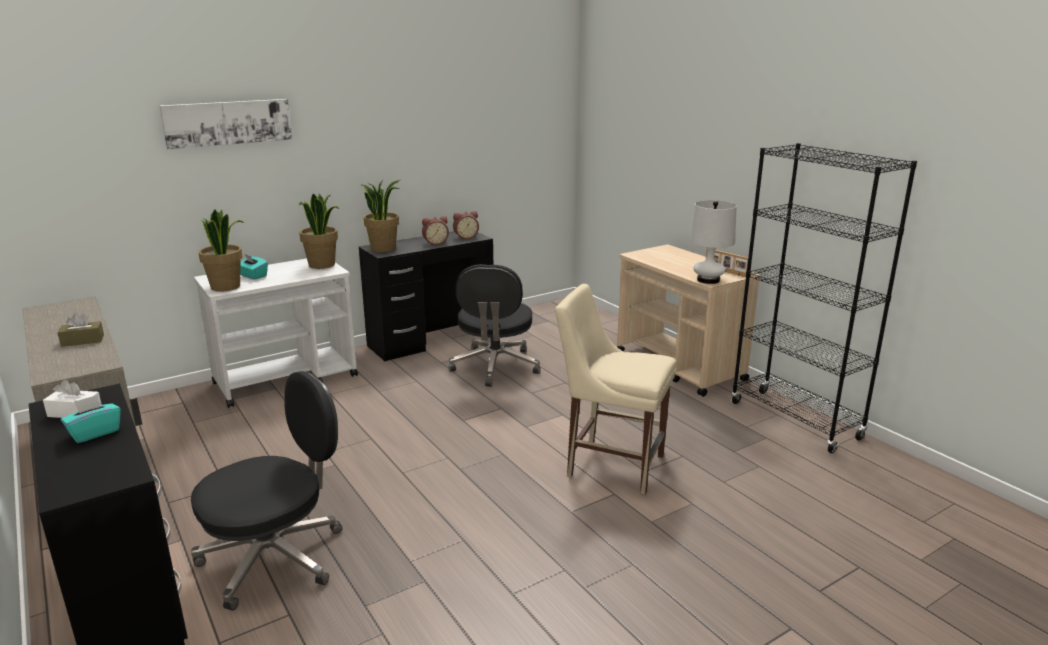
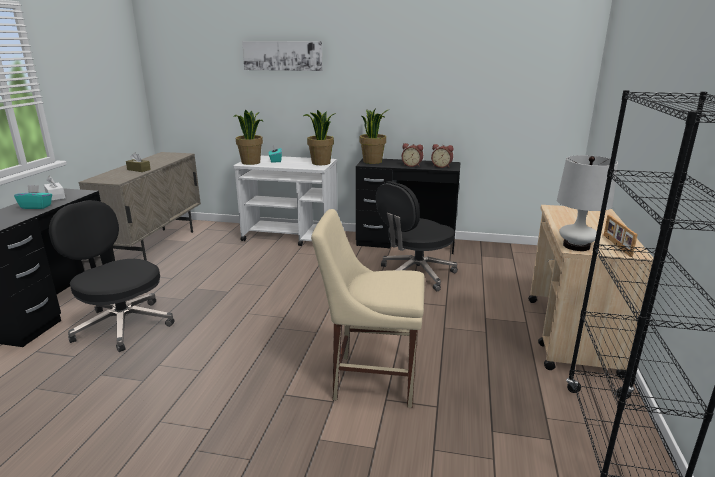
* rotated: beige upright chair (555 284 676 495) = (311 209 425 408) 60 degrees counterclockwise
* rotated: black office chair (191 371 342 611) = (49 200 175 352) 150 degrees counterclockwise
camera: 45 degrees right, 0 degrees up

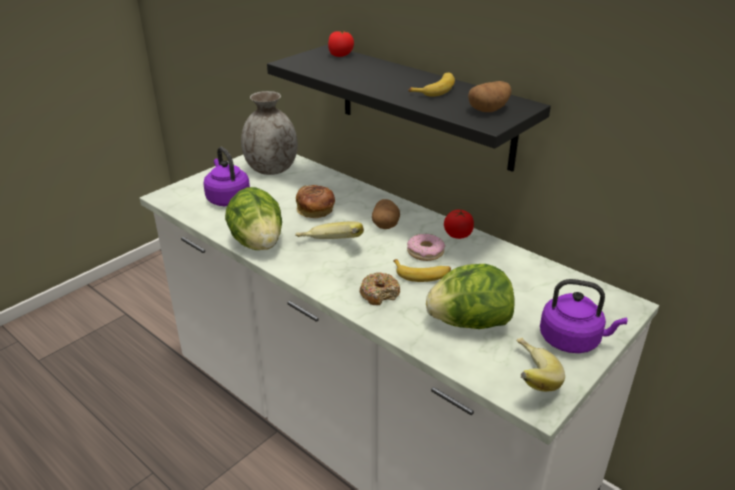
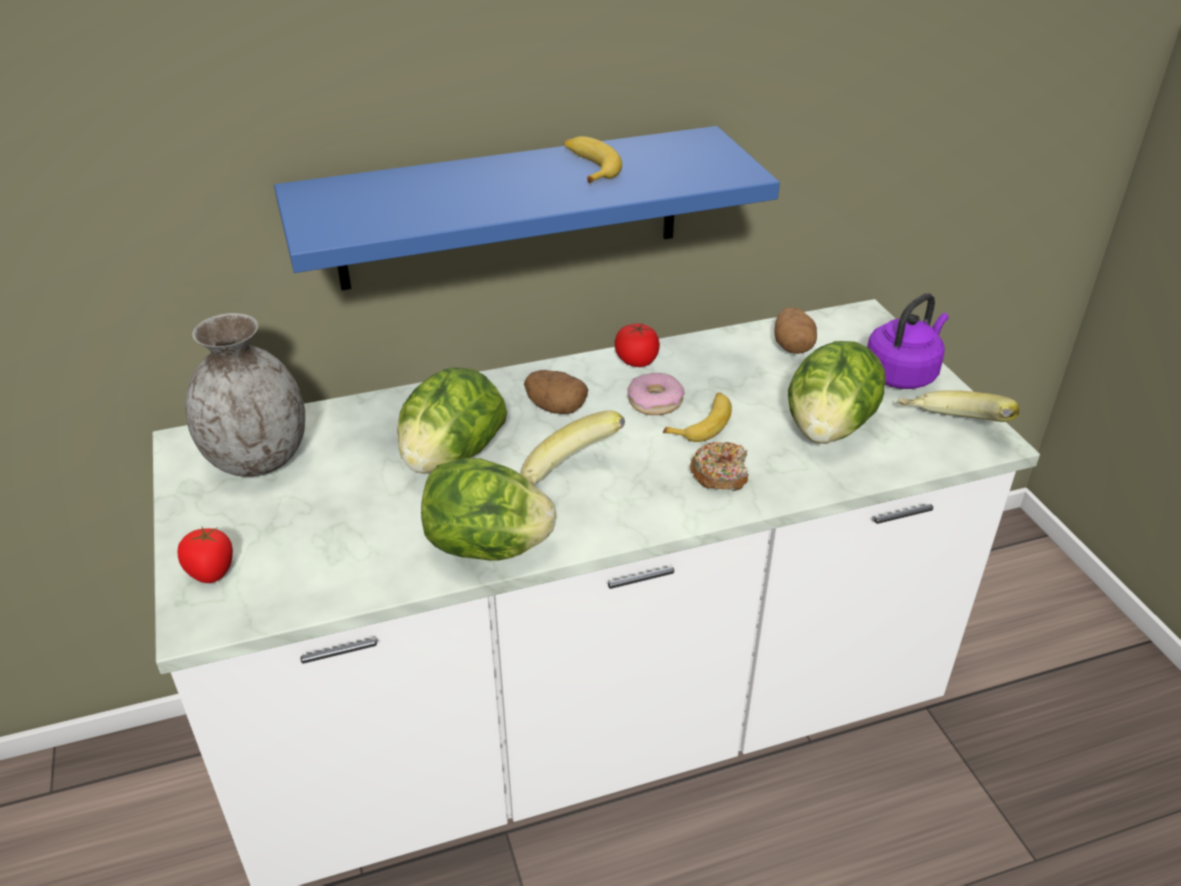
* shifted: tomato (328 31 354 57) to (178 527 233 583)
* repainted: black bracket shelf (267 45 551 172) to blue bracket shelf (274 126 780 291)
* shifted: whole potato (468 81 512 112) to (774 307 817 354)
* gone: purple-coloured tea kettle (203 147 250 206)
* swapped: bread (296 185 335 218) to lettuce head (397 367 507 474)
camera: 60 degrees left, 5 degrees up

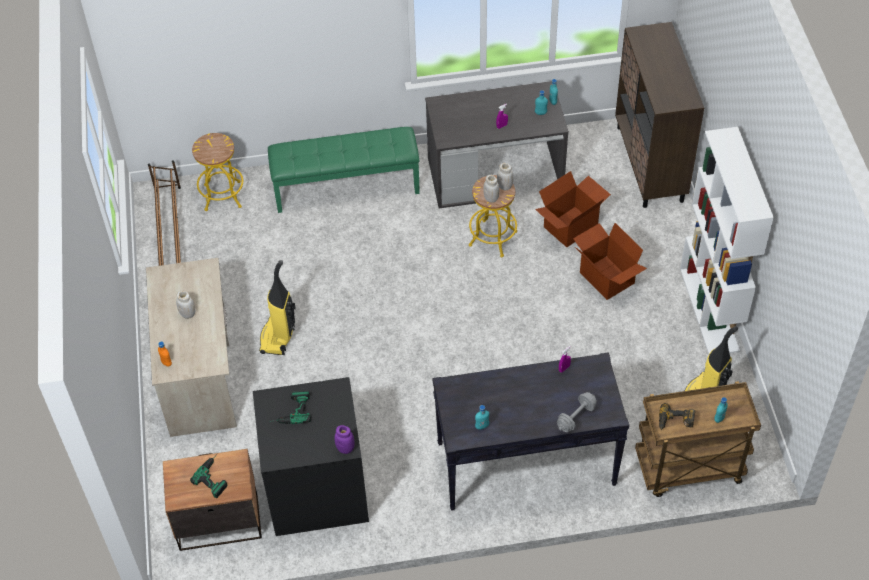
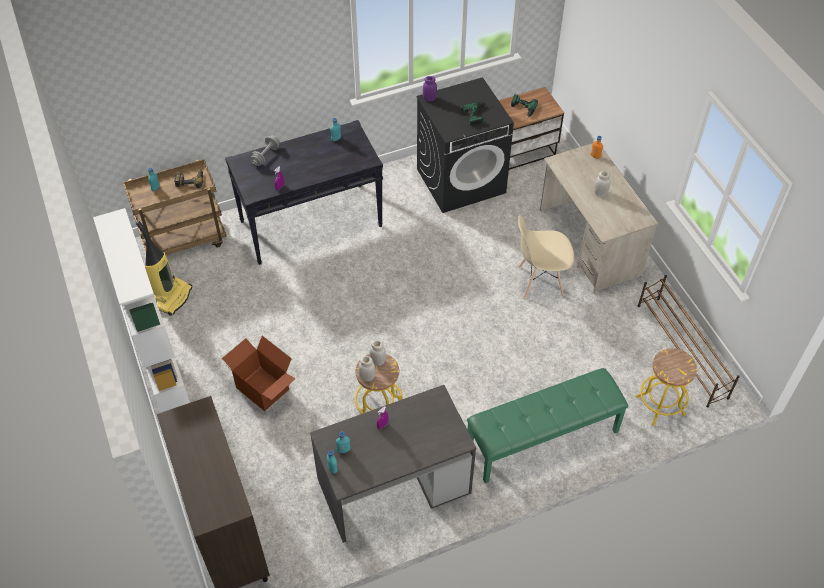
* gone: packing box (535 171 611 247)
* swapped: vacuum cleaner (259 260 296 355) to beige upright chair (518 215 574 299)
camera: 165 degrees right, 0 degrees up

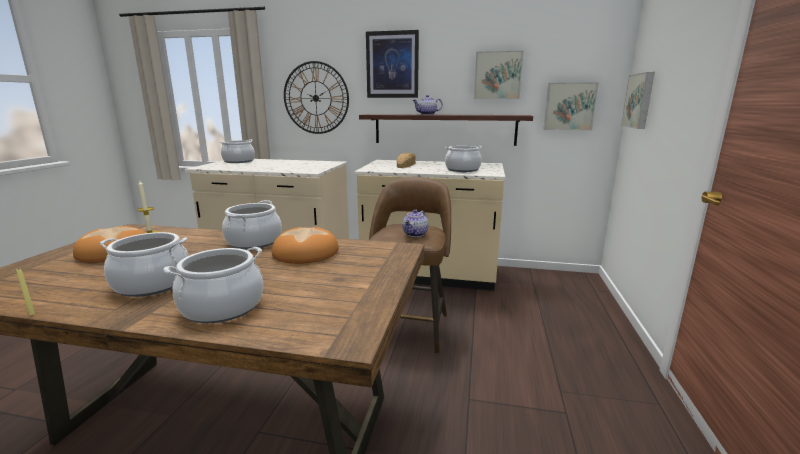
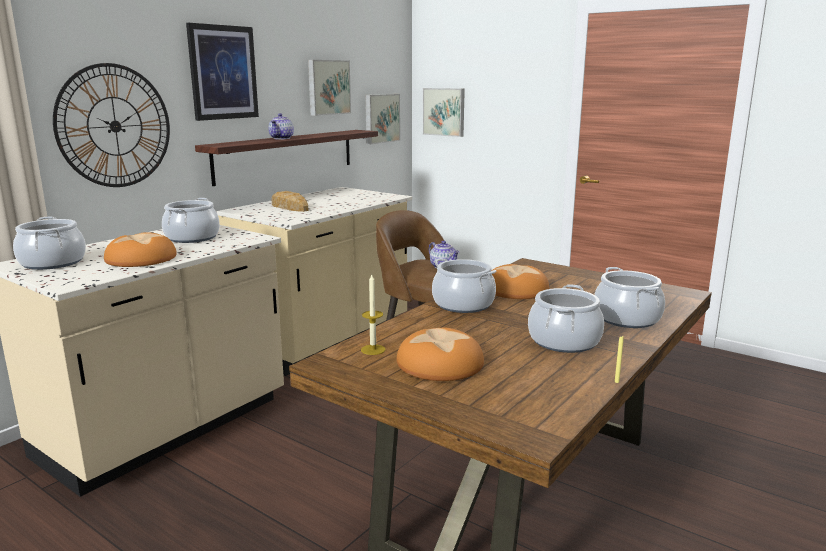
* shifted: saucepot (445 146 483 172) to (162 198 220 243)
* new: bread (104 232 177 267)
camera: 65 degrees left, 0 degrees up

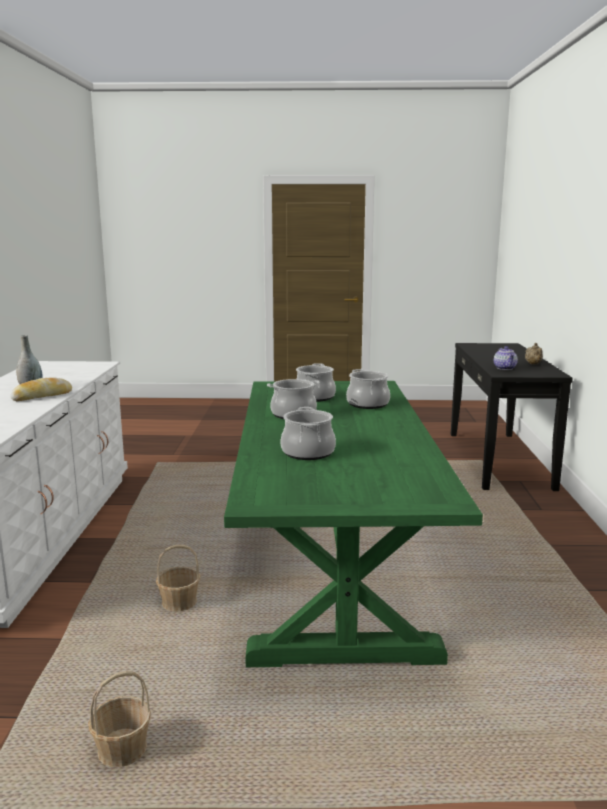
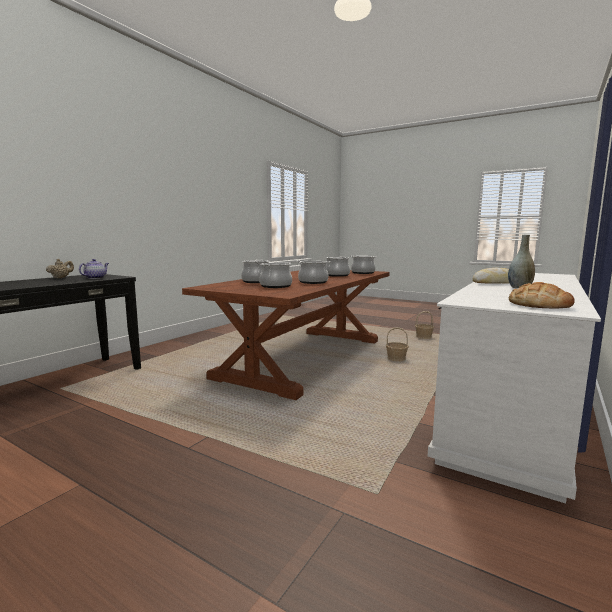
* repainted: green dinner table (224 381 483 667) to brownish dinner table (182 270 390 400)
* new: saucepot (351 255 377 274)
* new: bread (509 282 575 309)
camera: 150 degrees left, 5 degrees down

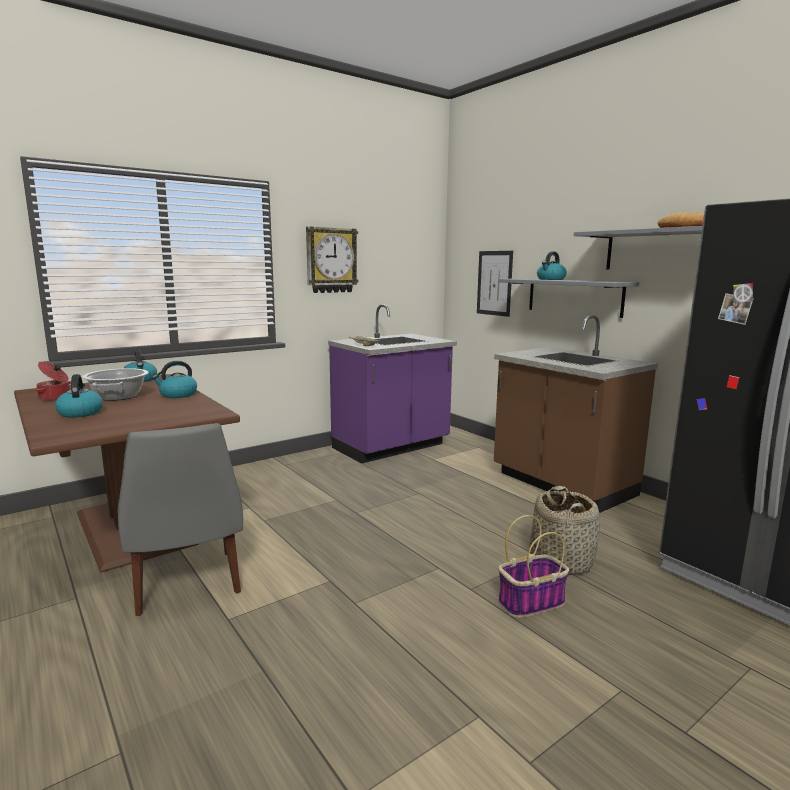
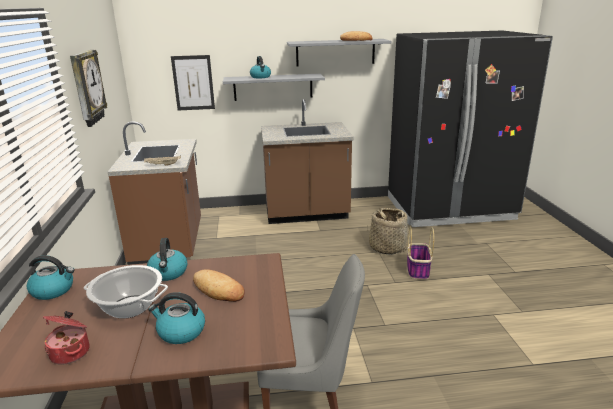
* repainted: purple-coloured counter (328 304 457 463) to brownish counter (108 122 201 265)
* new: bread (193 269 245 302)
camera: 60 degrees left, 10 degrees up

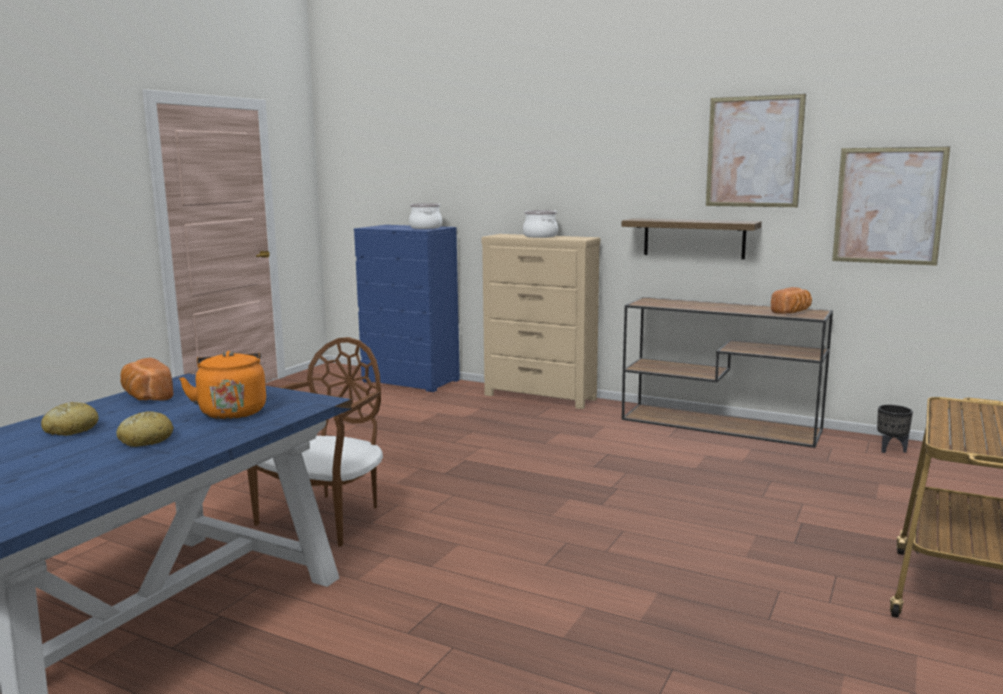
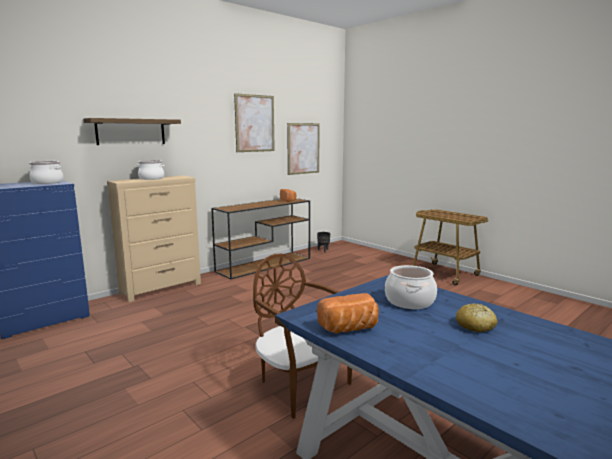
* shifted: bracket shelf (622 218 762 259) to (83 118 181 145)
* swapped: orange tea kettle (179 351 266 419) to saucepot (385 265 437 309)
* gone: bread (41 402 99 436)
camera: 70 degrees left, 0 degrees up

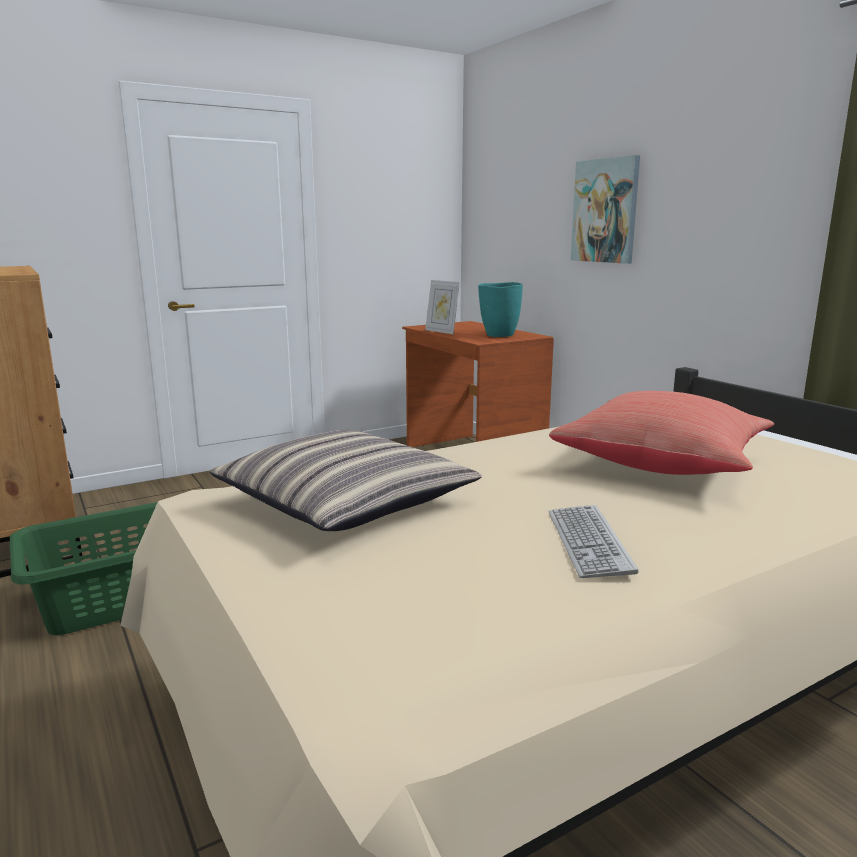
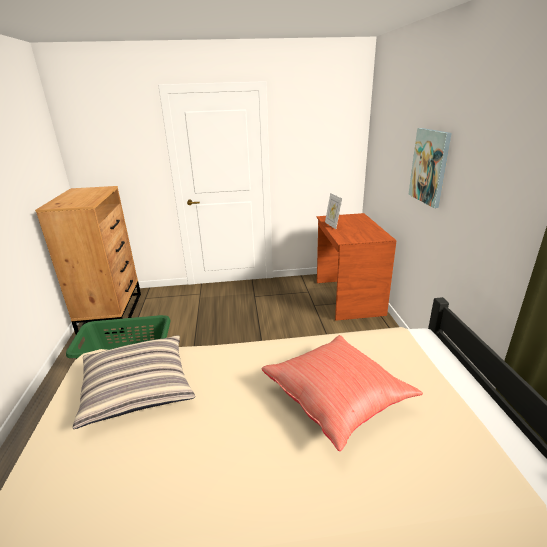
* gone: turquoise-coloured flower vase (478 282 523 337)
* gone: PC keyboard (549 505 639 578)
camera: 25 degrees right, 10 degrees up

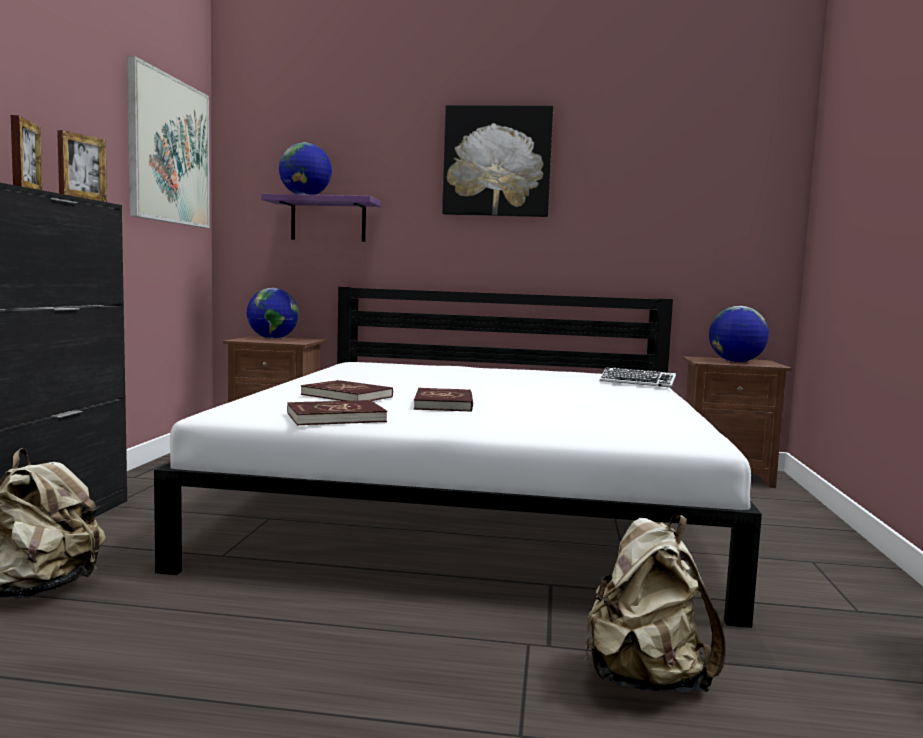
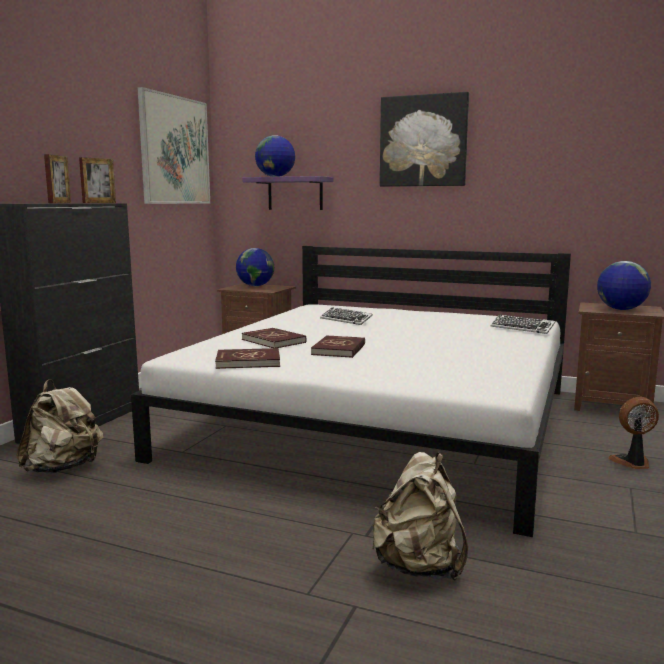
* new: PC keyboard (320 307 373 325)
* new: fan (608 397 659 469)
camera: 15 degrees right, 5 degrees up

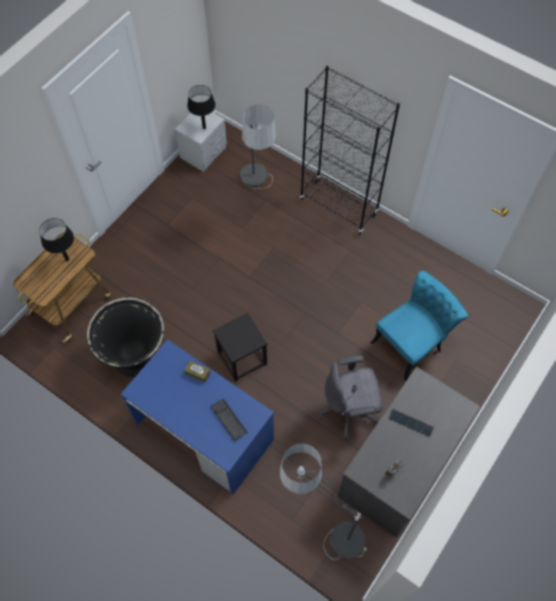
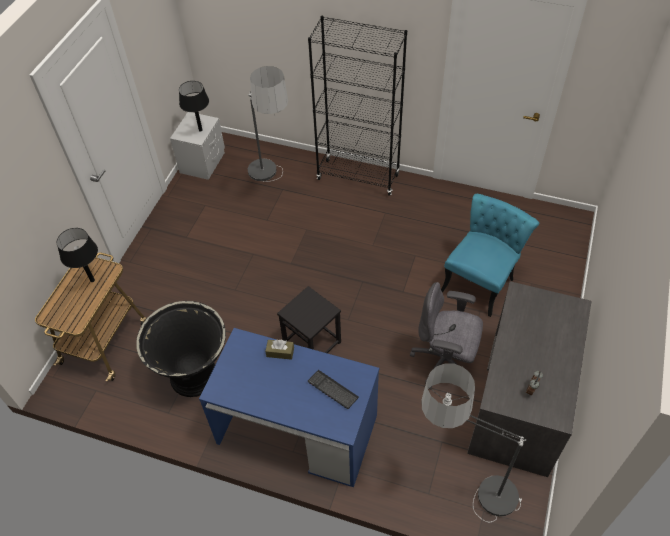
* rotated: gray office chair (318 355 383 440) = (410 282 483 389) 45 degrees clockwise
* gone: PC keyboard (389 409 434 437)
camera: 15 degrees left, 10 degrees down

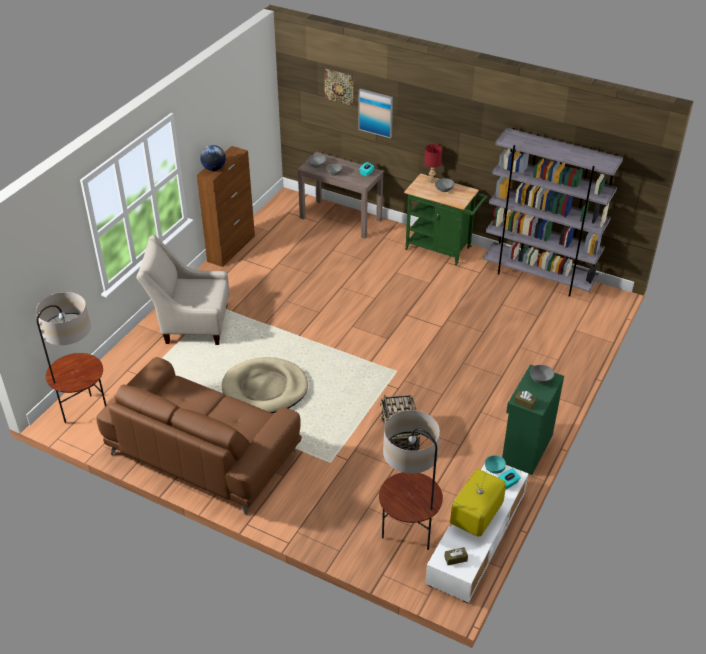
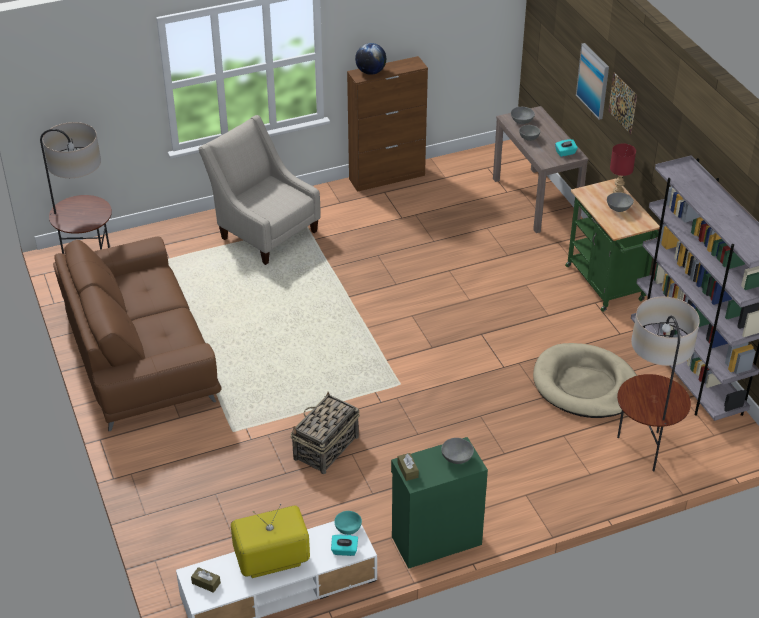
* shifted: picture (324 68 353 106) to (608 73 637 134)
* shifted: beige pet bed (222 357 308 413) to (533 343 637 418)
* shifted: standing lamp (379 410 443 550) to (617 296 700 472)
camera: 40 degrees right, 0 degrees up

